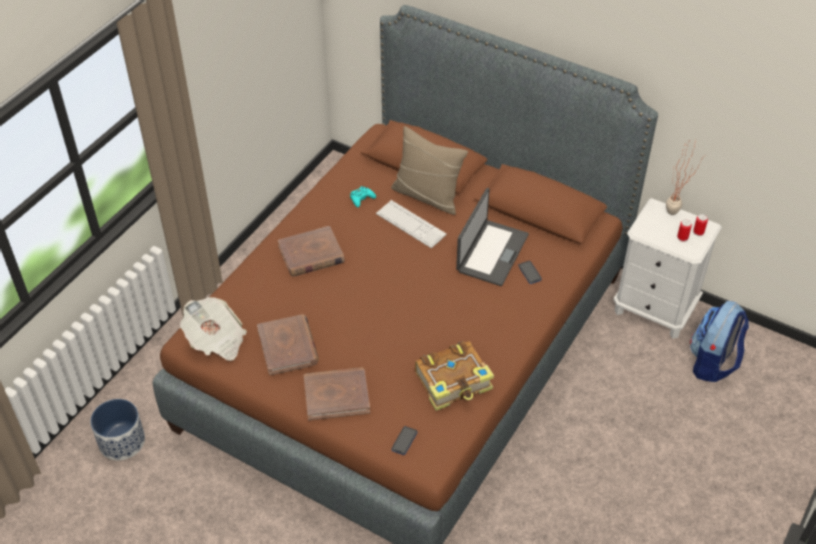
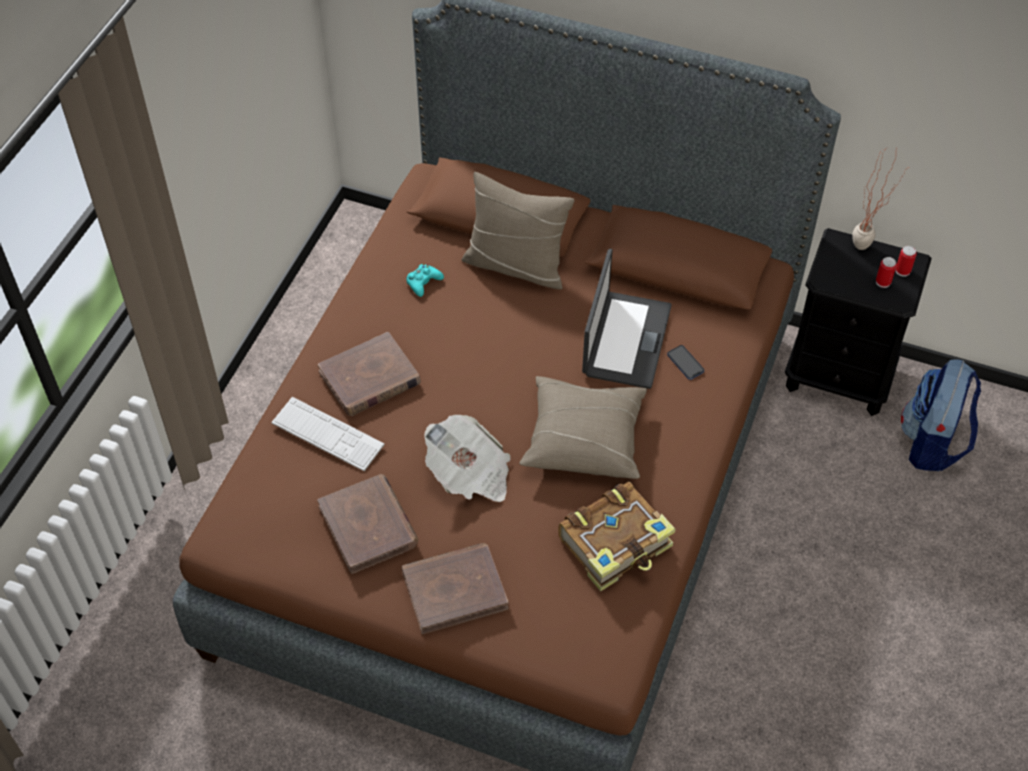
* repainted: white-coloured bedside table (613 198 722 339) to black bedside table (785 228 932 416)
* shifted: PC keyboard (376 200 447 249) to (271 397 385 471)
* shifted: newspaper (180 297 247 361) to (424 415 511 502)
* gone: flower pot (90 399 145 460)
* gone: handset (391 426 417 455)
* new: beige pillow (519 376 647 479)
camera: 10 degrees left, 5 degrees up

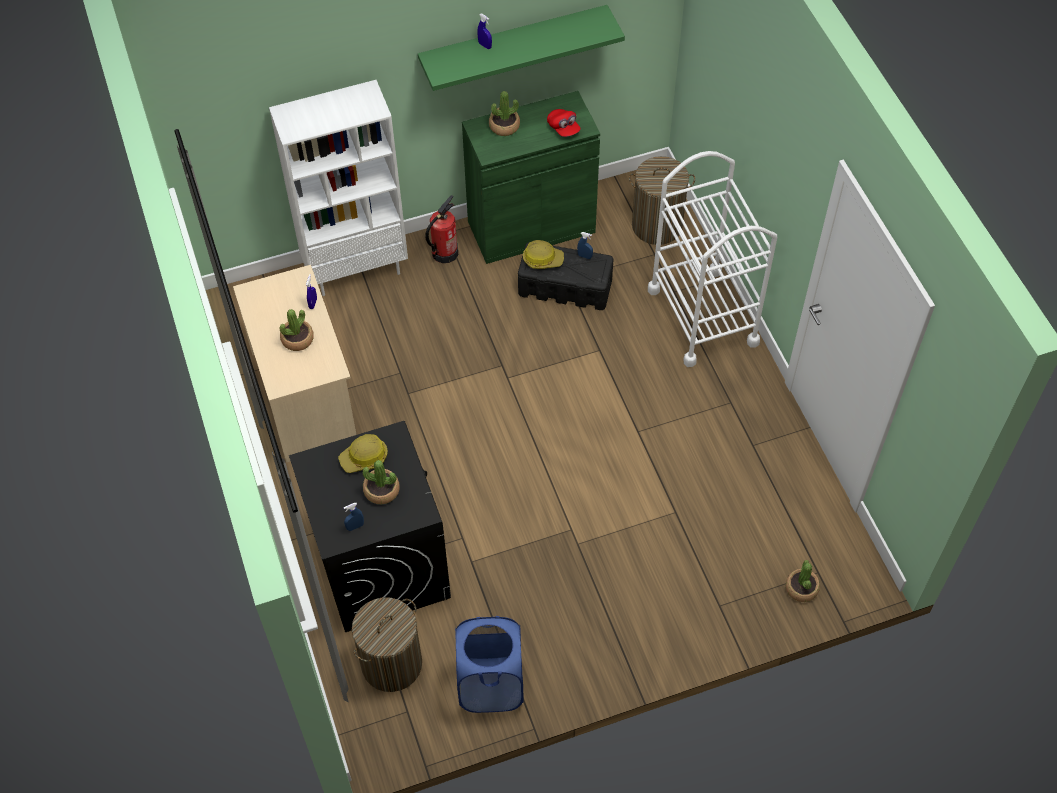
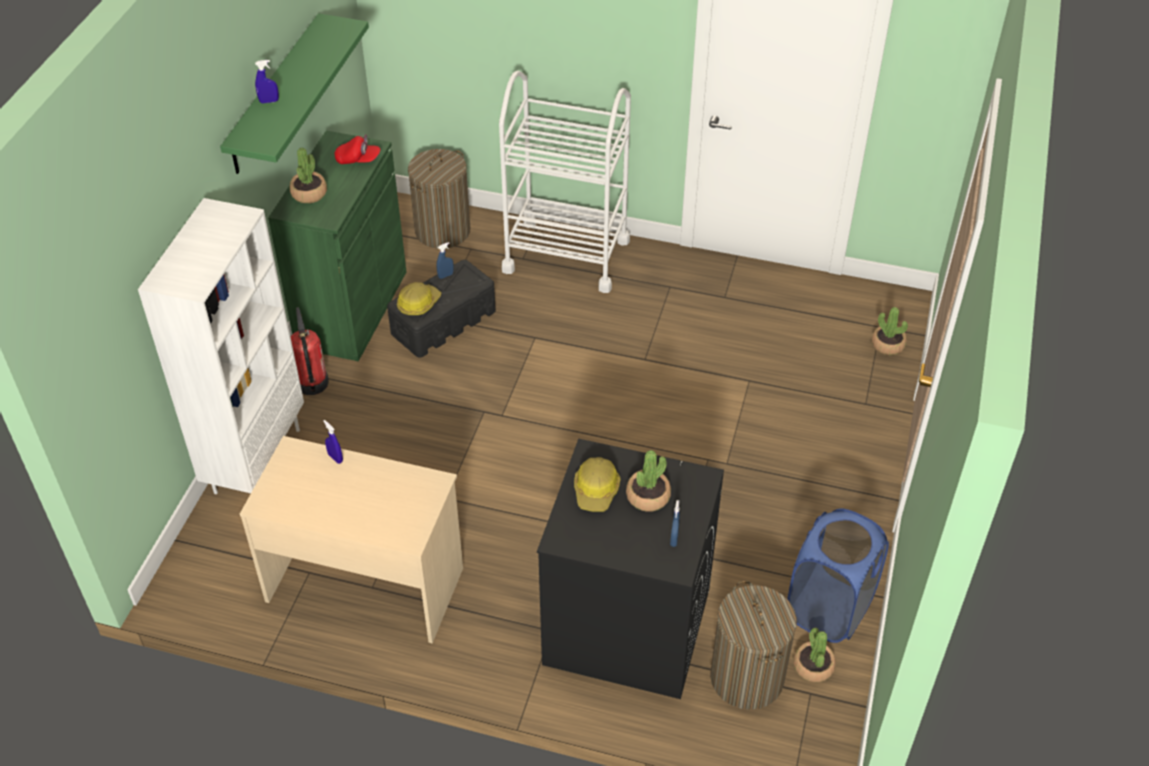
* shifted: potted plant (280 309 314 351) to (794 628 836 682)
camera: 55 degrees left, 10 degrees down

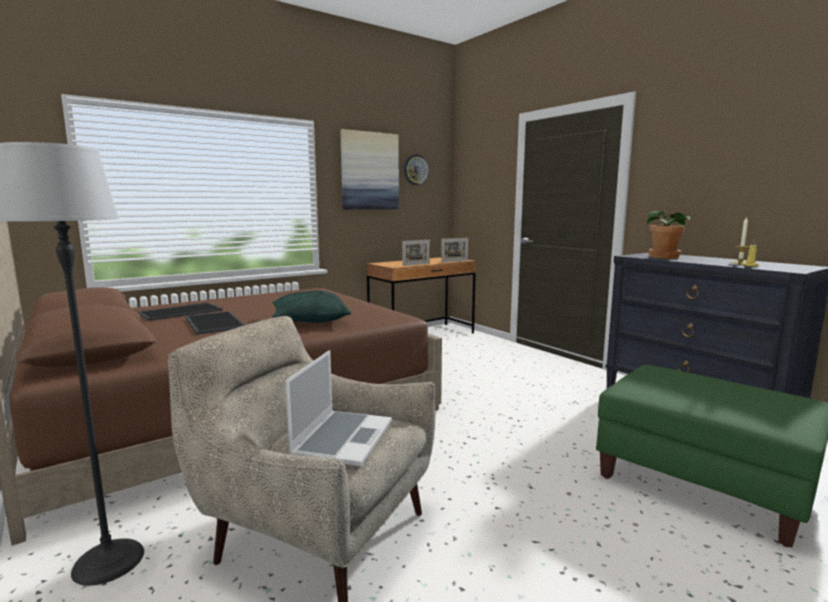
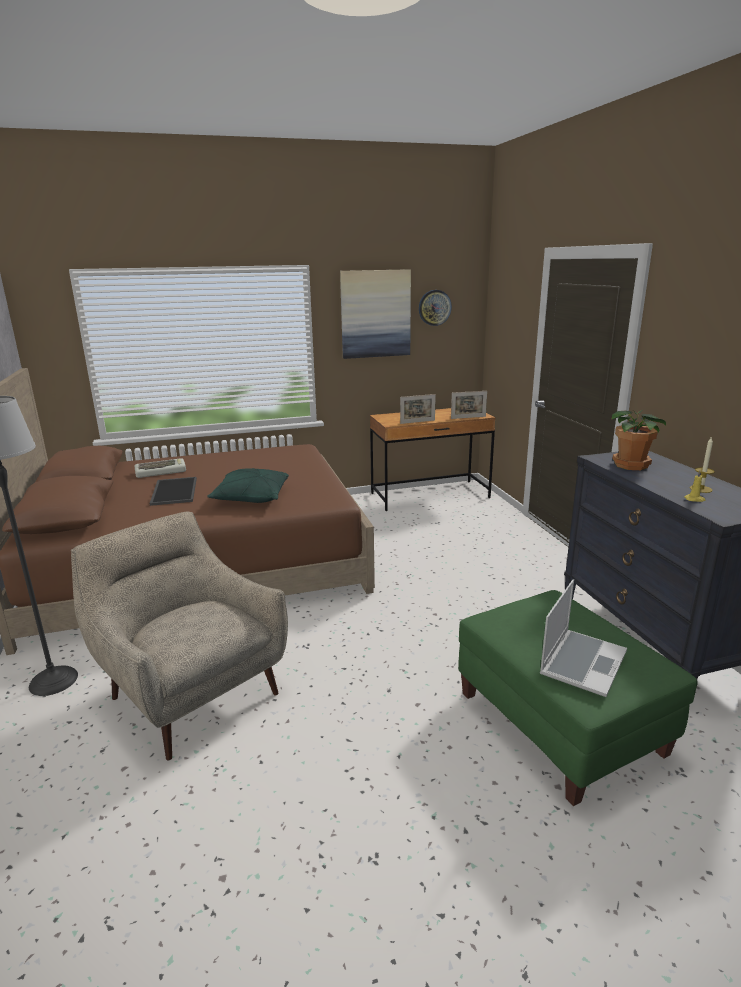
* swapped: serving tray (137 302 223 321) to PC keyboard (134 458 186 478)
* shifted: notebook computer (285 350 392 467) to (540 579 627 697)
camera: 20 degrees right, 10 degrees up

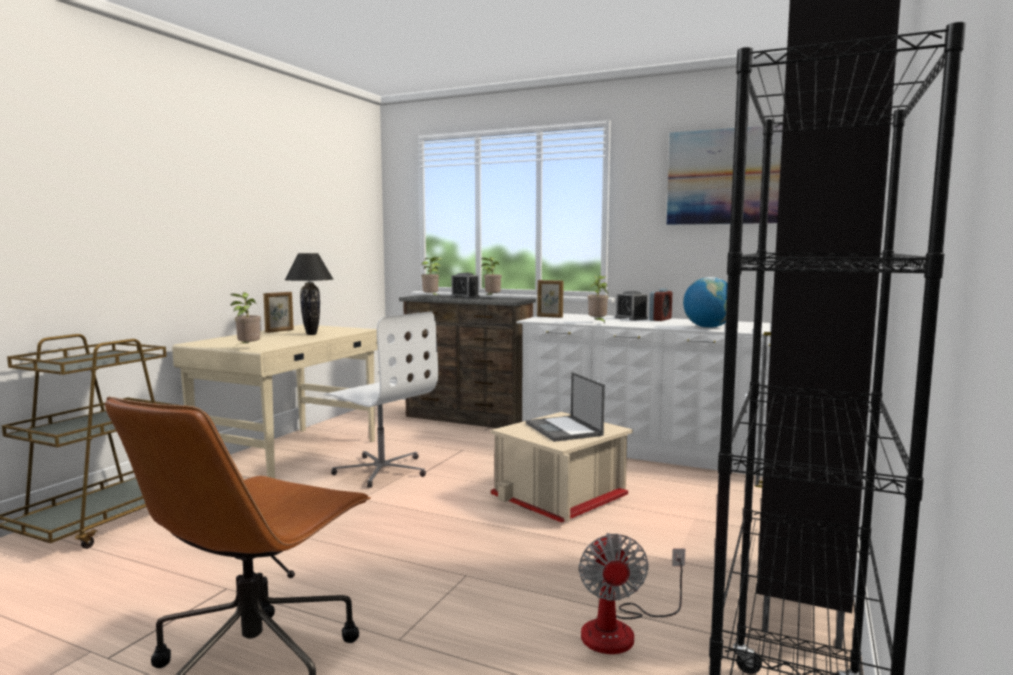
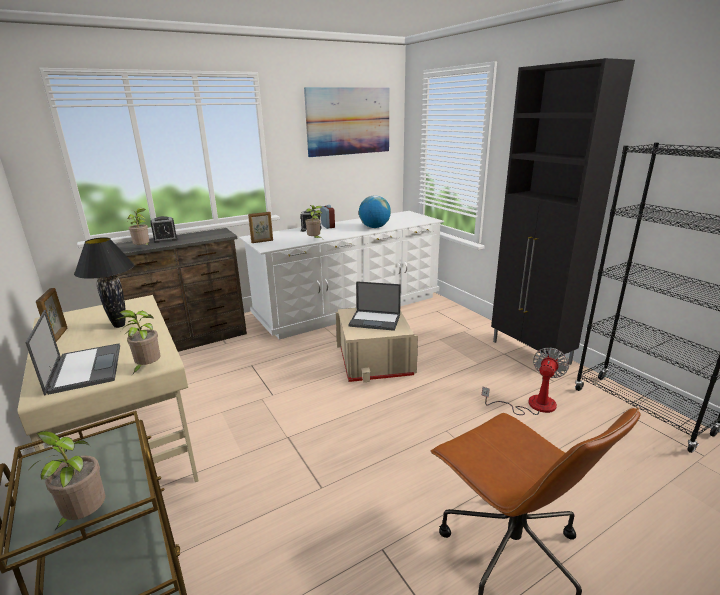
* shifted: potted plant (481 257 502 296) to (23 431 105 530)
* gone: white-coloured office chair (324 312 438 488)
* rotated: fan (579 533 685 654) = (482 348 569 415) 90 degrees counterclockwise
* new: notebook computer (26 310 120 395)
camera: 55 degrees left, 15 degrees up

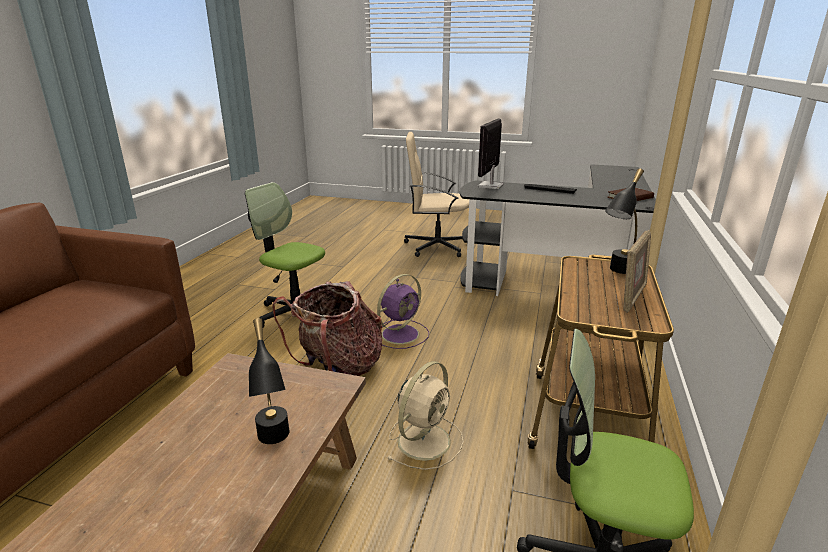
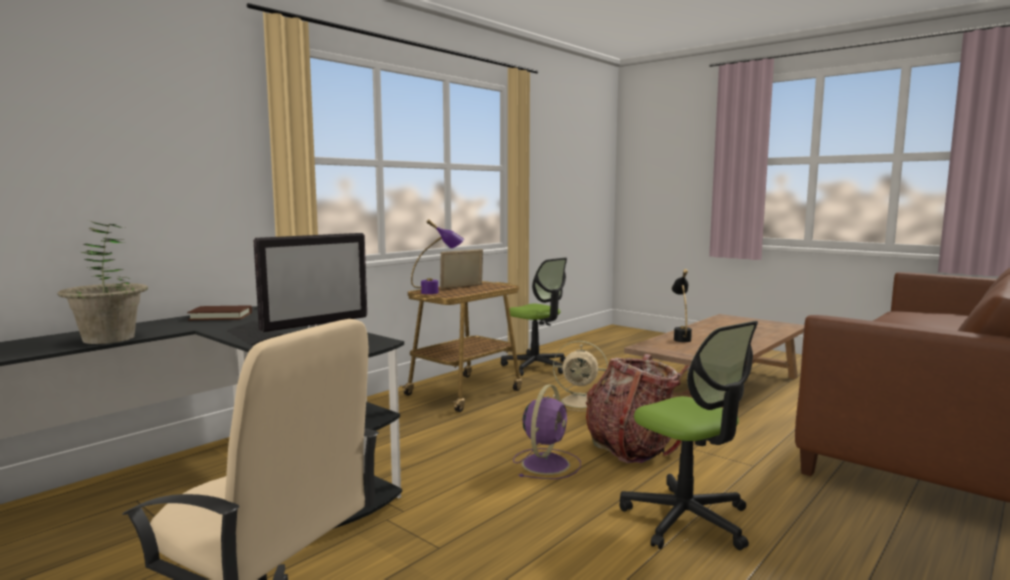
* repainted: black tabletop lamp (605 168 644 274) to purple-coloured tabletop lamp (411 219 464 294)
* rotated: purple-coloured fan (377 274 429 349) = (513 384 581 479) 135 degrees clockwise
* rotated: beige fan (387 361 464 470) = (553 341 608 411) 135 degrees counterclockwise
* new: potted plant (57 220 148 344)
camera: 155 degrees left, 15 degrees down

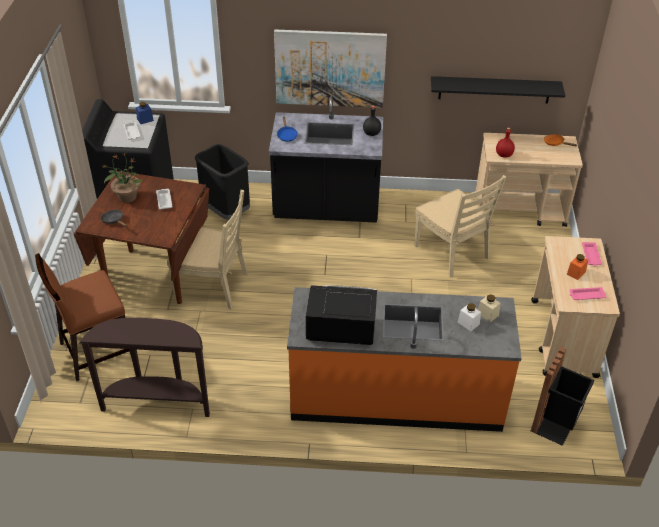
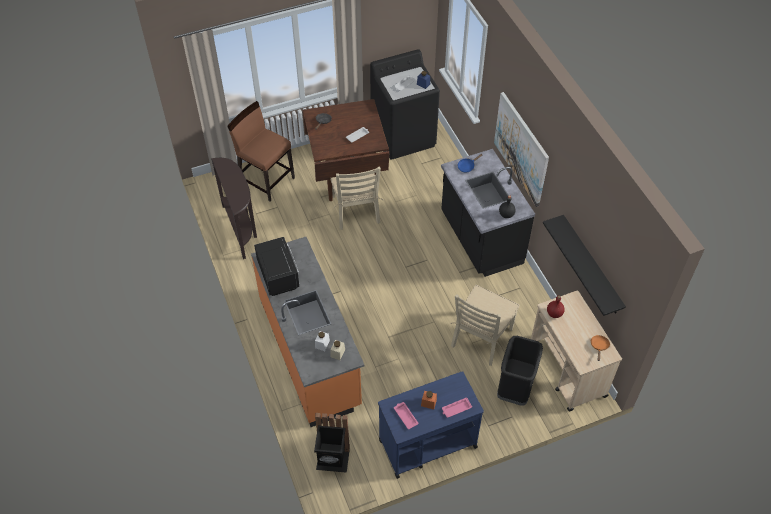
* shifted: black trash can (195 144 250 220) to (497 336 543 406)
* gone: potted plant (101 153 143 203)
* repainted: beige trolley (531 236 620 378) to blue trolley (378 371 484 479)
camera: 65 degrees right, 10 degrees up

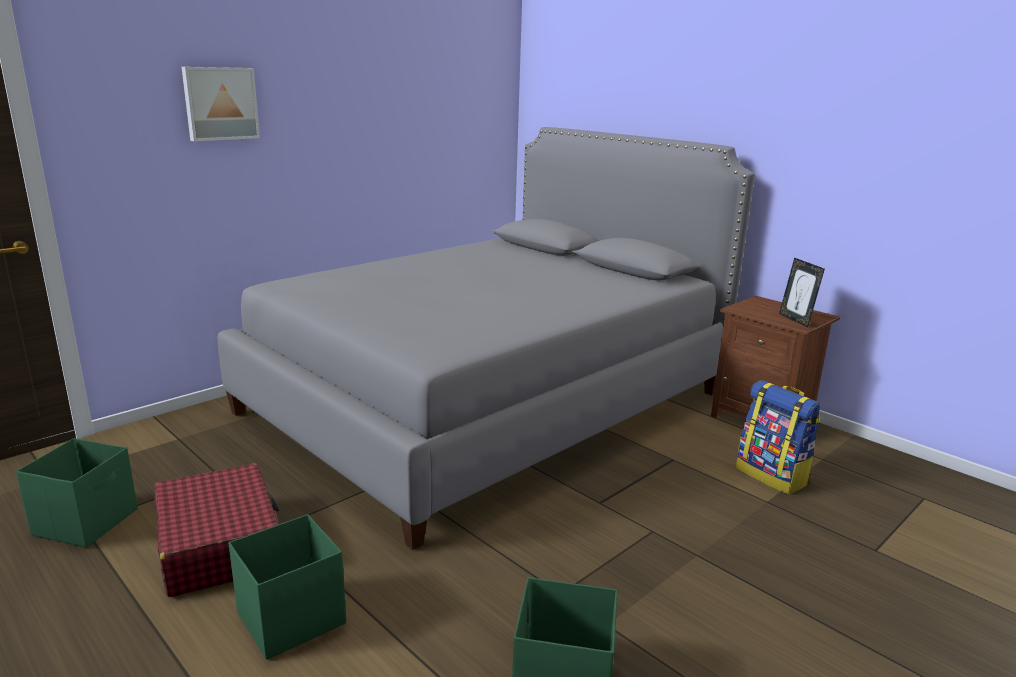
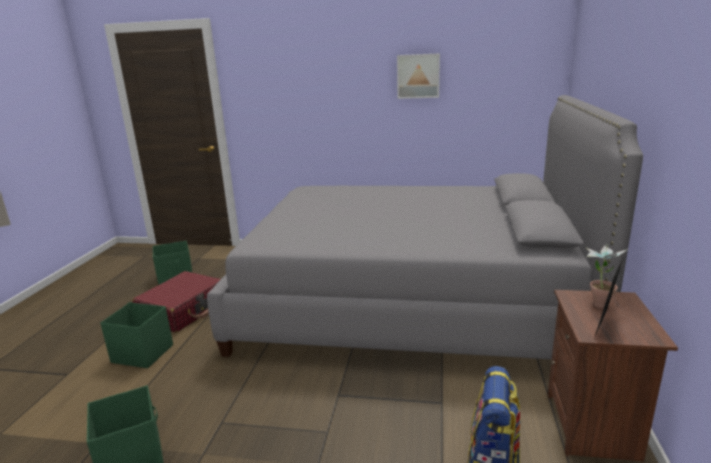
* shifted: picture (182 67 260 141) to (397 53 440 99)
* new: potted plant (586 244 628 308)
camera: 55 degrees right, 0 degrees up

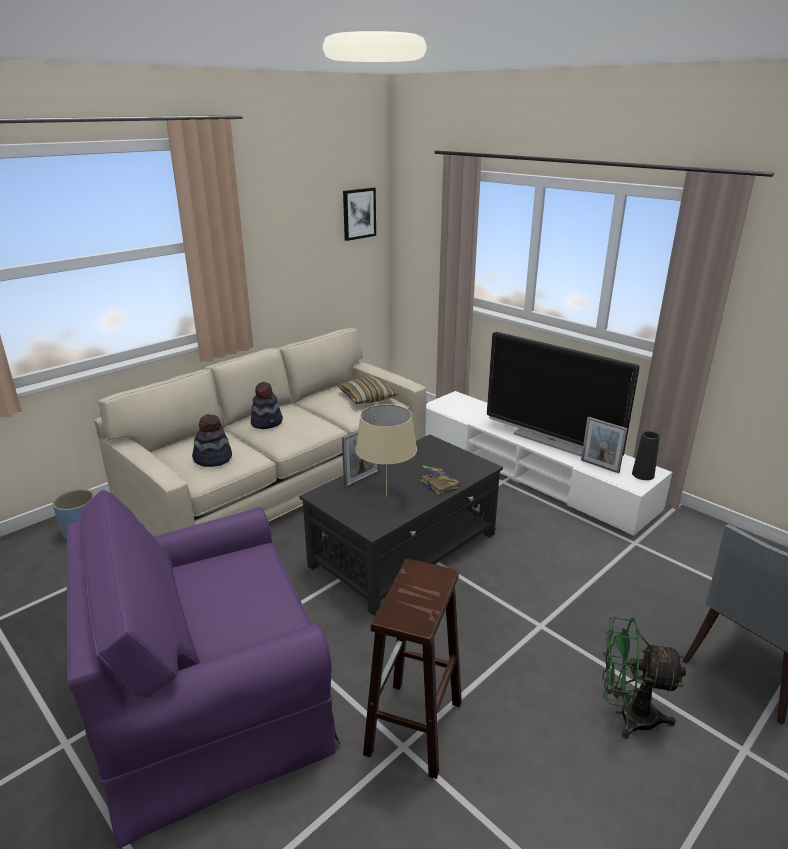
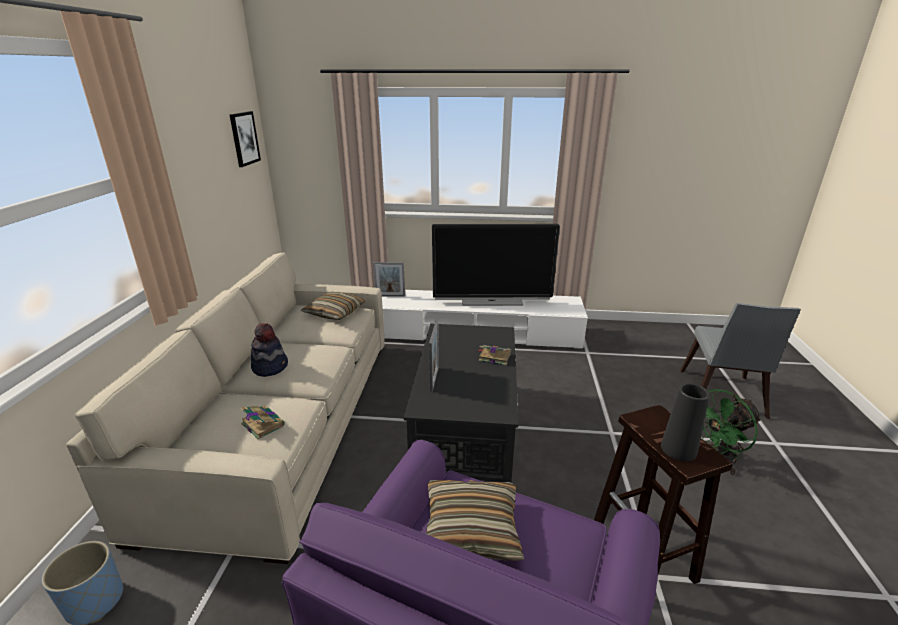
* gone: beige tabletop lamp (355 404 417 497)
* swapped: hat (192 414 232 467) to volume (241 406 285 440)
* shifted: picture frame (581 417 628 473) to (373 262 405 297)
* shifted: black flower vase (632 431 660 480) to (661 383 710 461)
* new: pillow (426 480 524 561)
camera: 40 degrees left, 0 degrees up

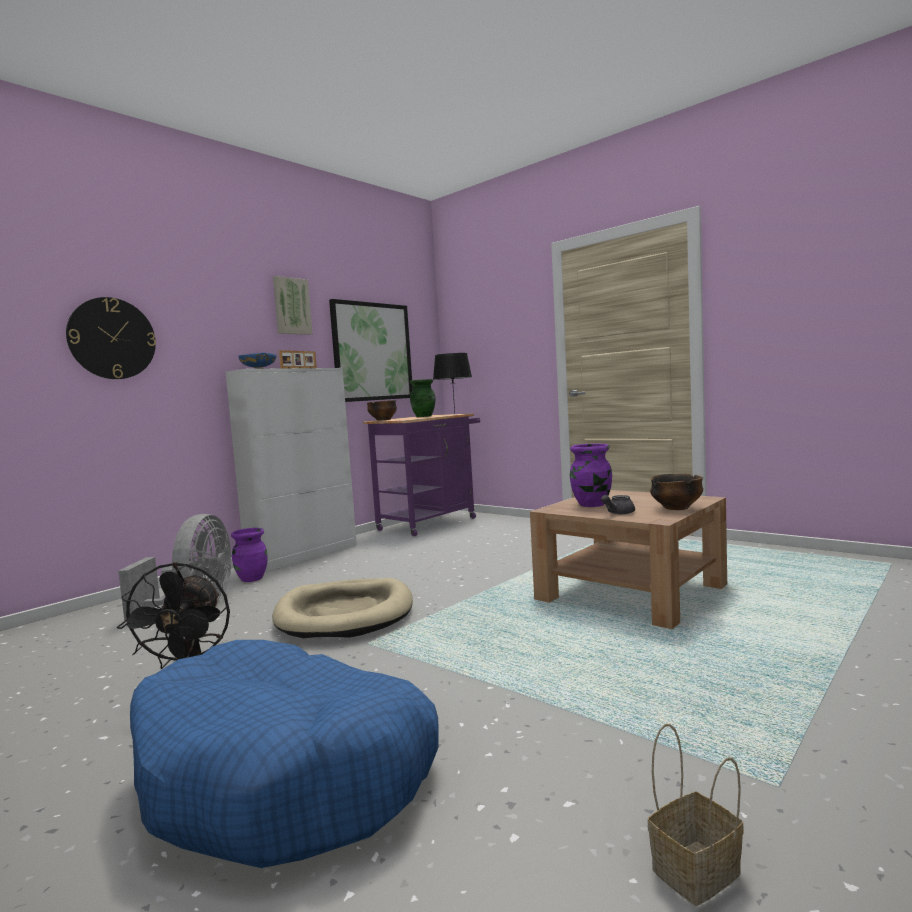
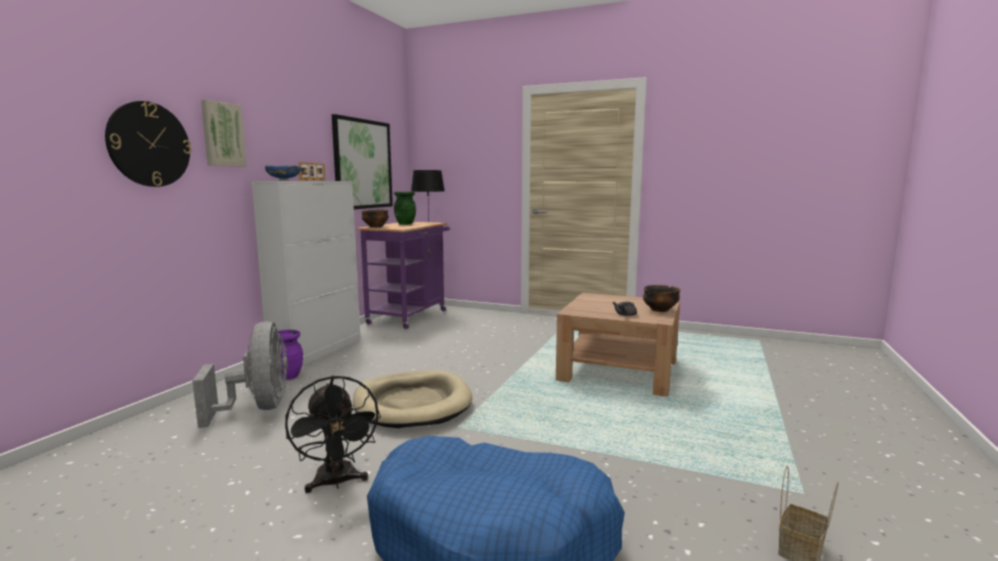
* shifted: picture (273 276 313 335) to (201 100 247 167)
* gone: purple-coloured flower vase (570 443 612 507)
camera: 20 degrees left, 5 degrees up

